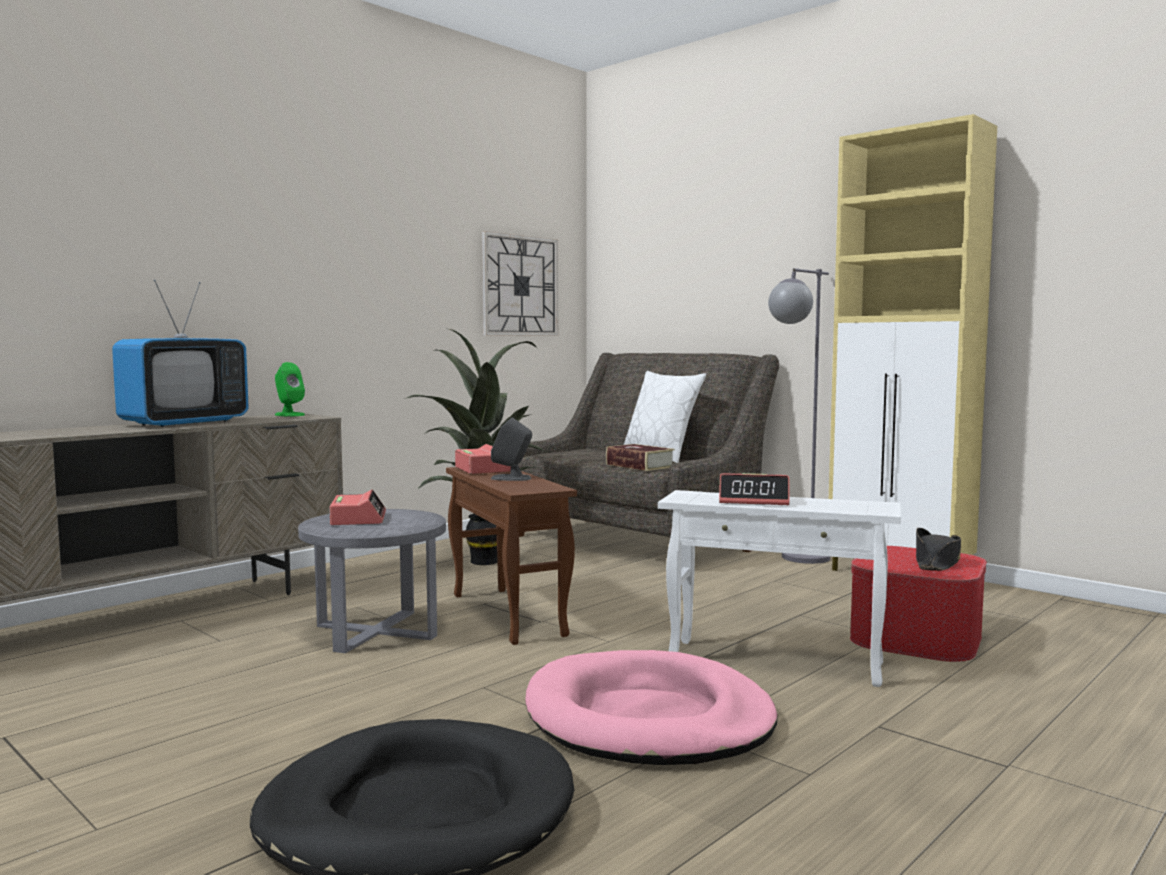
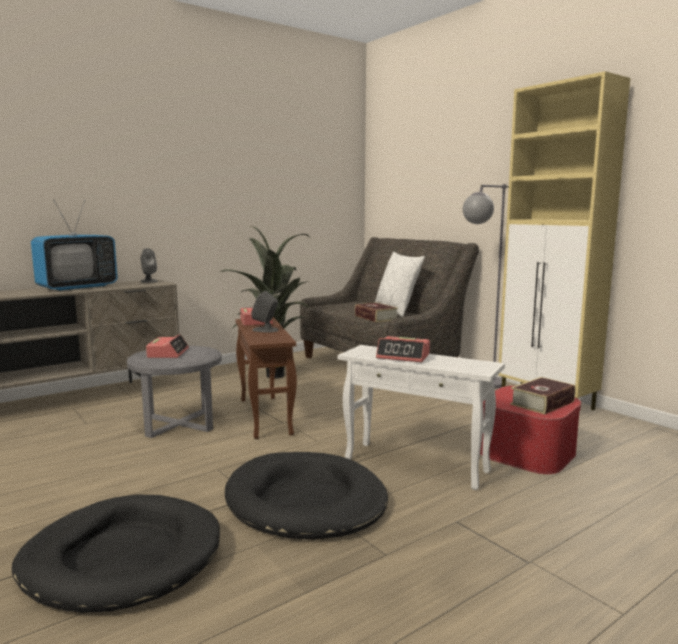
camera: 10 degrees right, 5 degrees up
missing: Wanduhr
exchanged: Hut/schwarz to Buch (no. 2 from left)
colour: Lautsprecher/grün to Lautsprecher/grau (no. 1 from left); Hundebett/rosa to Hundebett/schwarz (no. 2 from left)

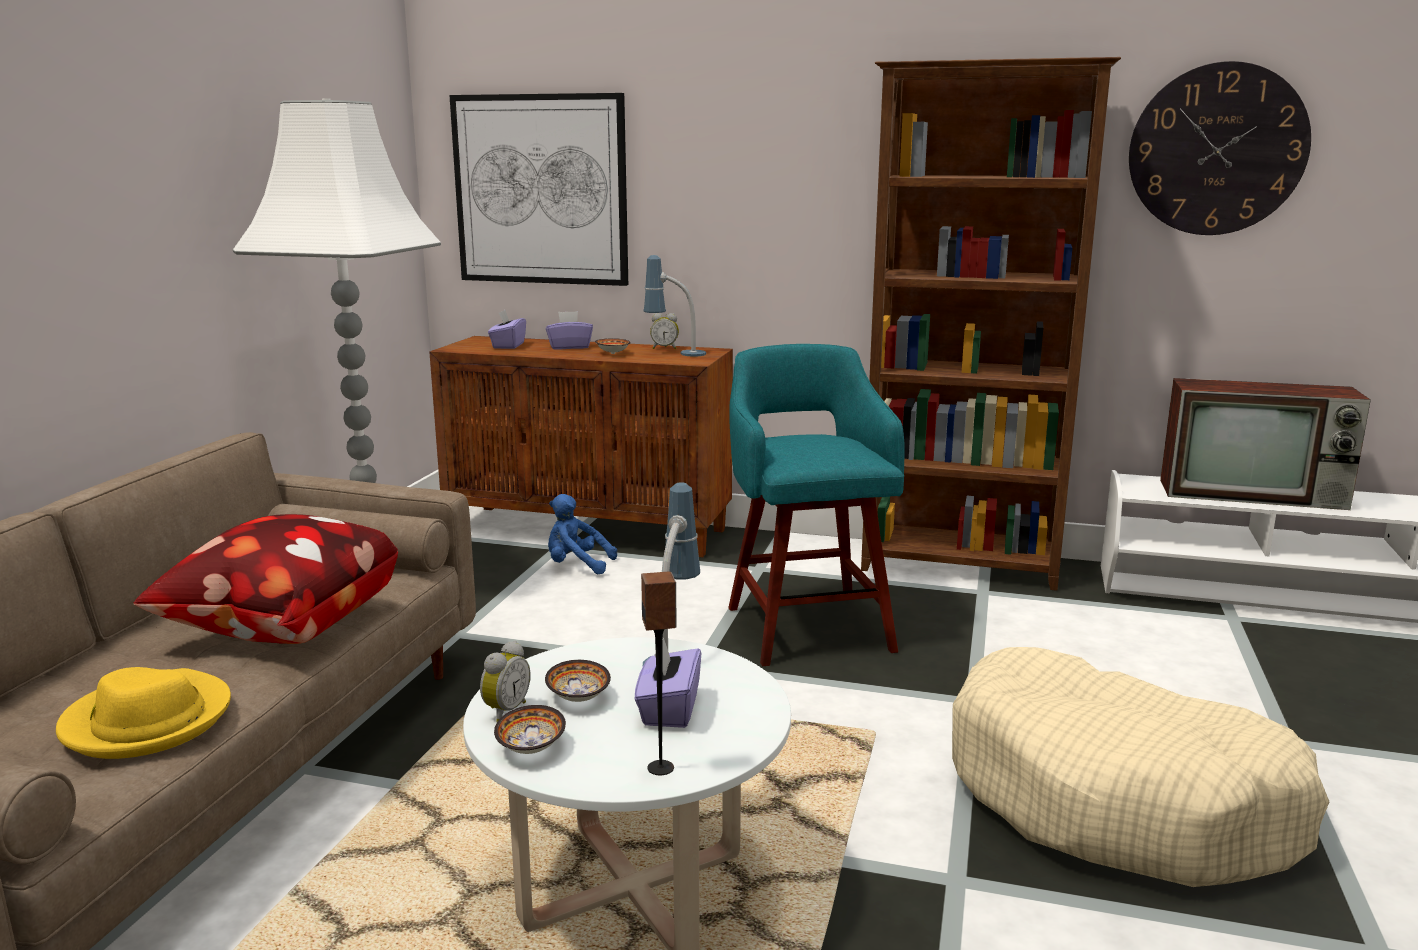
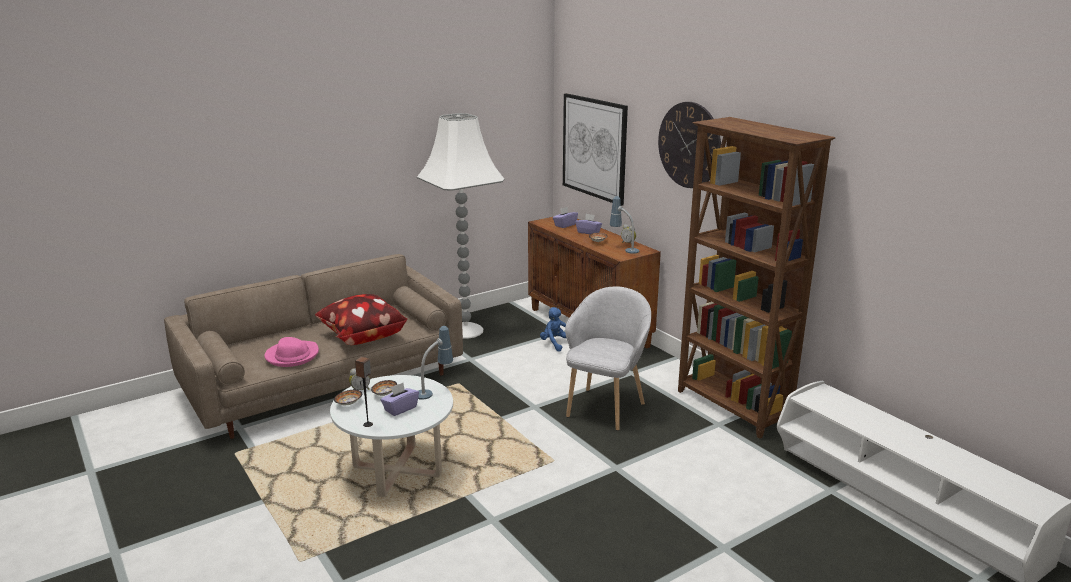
camera: 40 degrees right, 5 degrees up
missing: Hundebett/beige; Fernseher
relocated: Wanduhr
exchanged: Hocker/türkis to Sessel/grau
colour: Hut/gelb to Hut/rosa

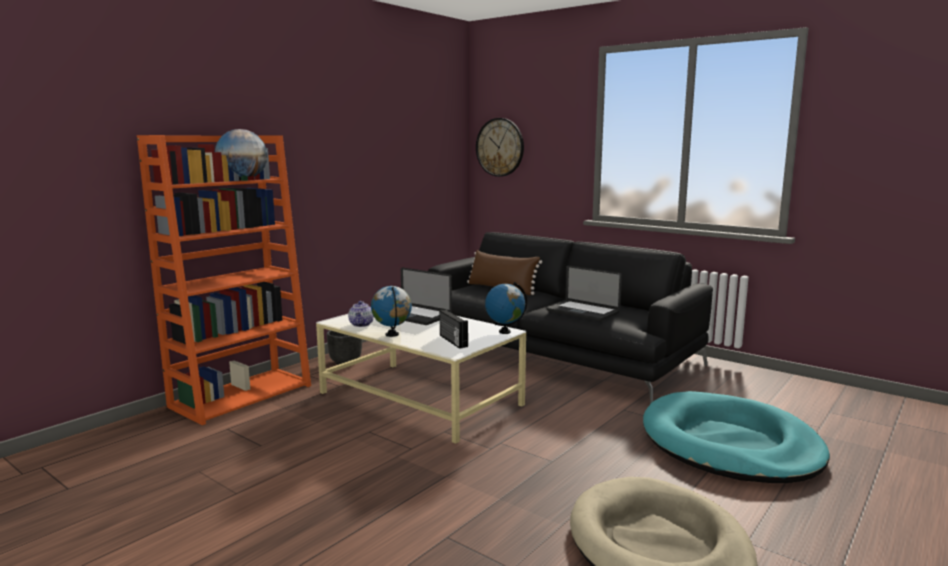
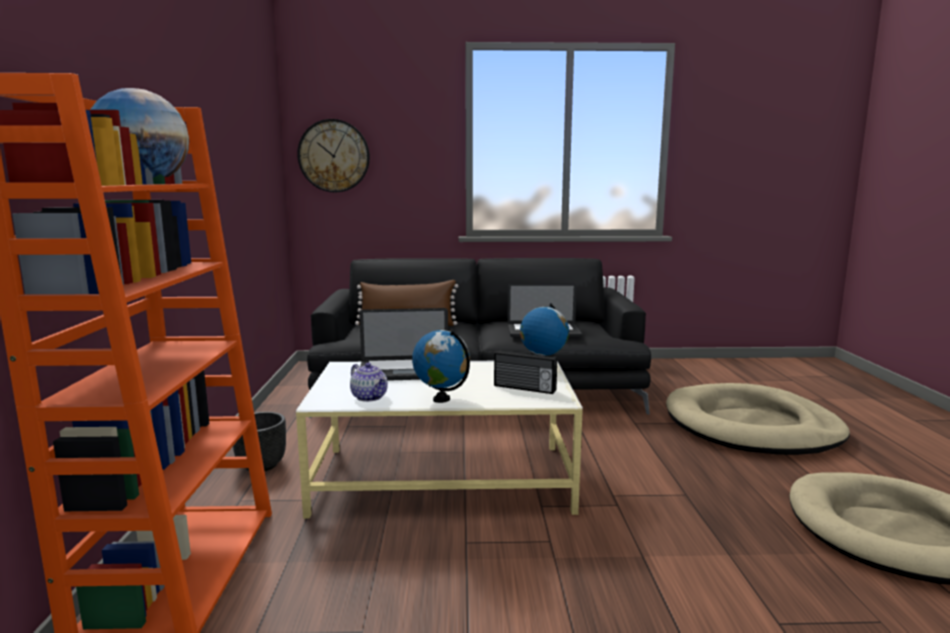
camera: 40 degrees left, 0 degrees up
colour: Hundebett/türkis to Hundebett/beige (no. 1 from left)

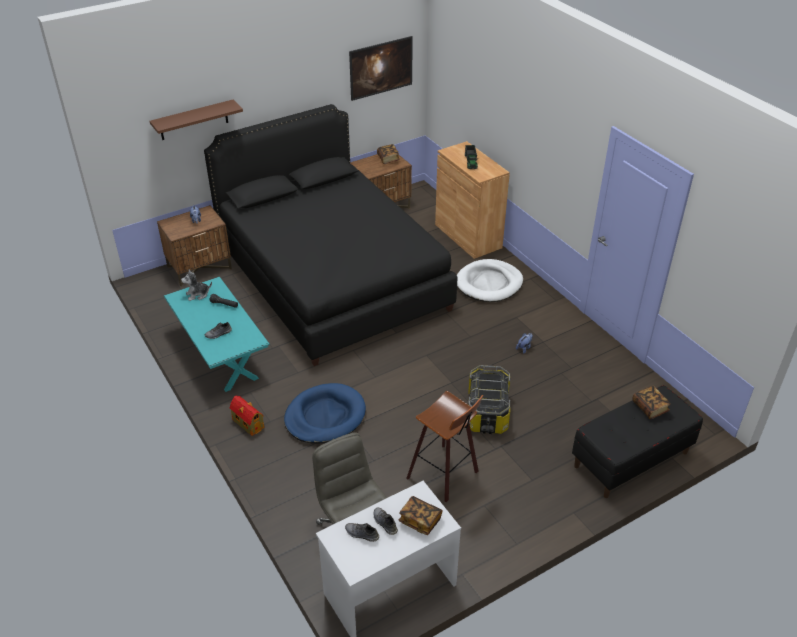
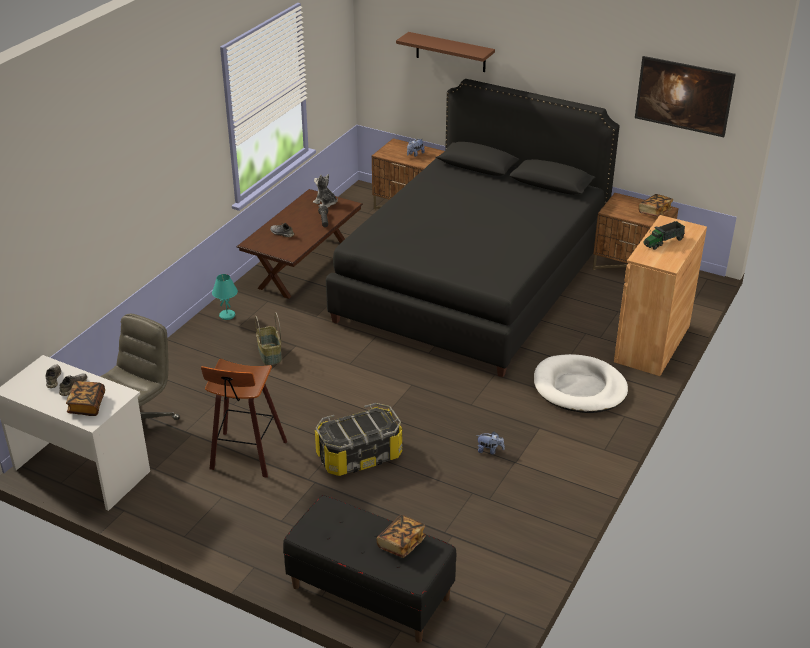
camera: 60 degrees right, 5 degrees down
exchanged: Spielzeughaus to Tischlampe/türkis; Hundebett/blau to Korb
colour: Couchtisch/türkis to Couchtisch/braun

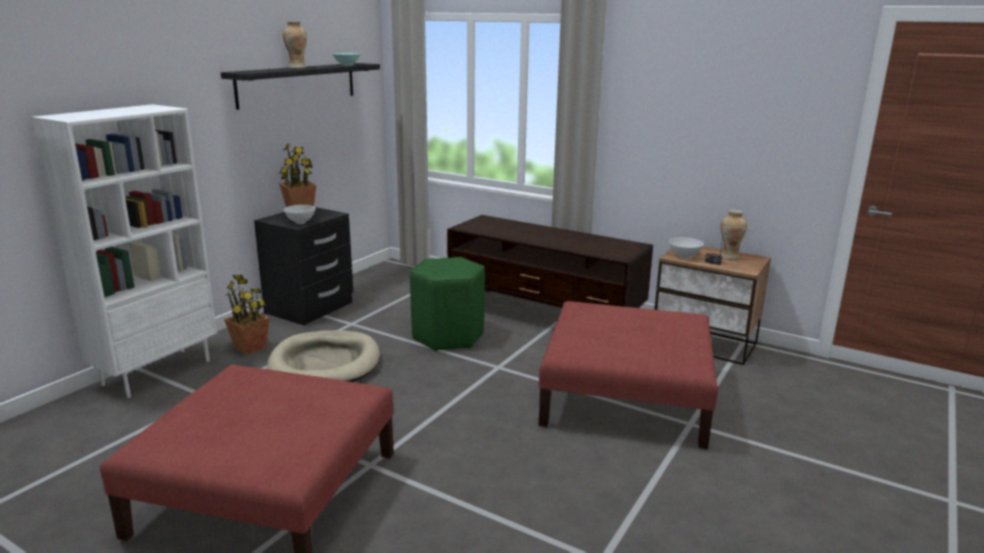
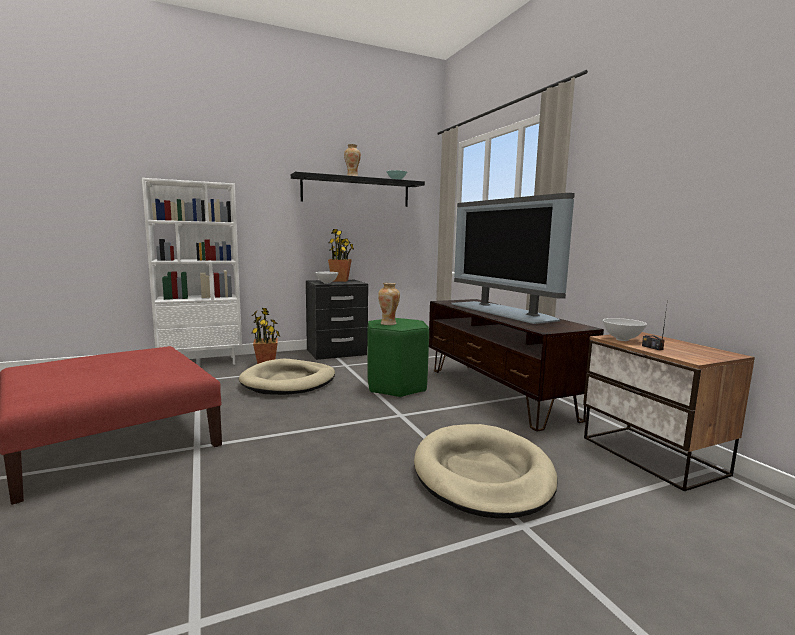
camera: 35 degrees right, 10 degrees down
appeared: Fernseher
relocated: Vase (no. 2 from left)
exchanged: Polsterhocker/rot (no. 2 from left) to Hundebett/beige (no. 2 from left)

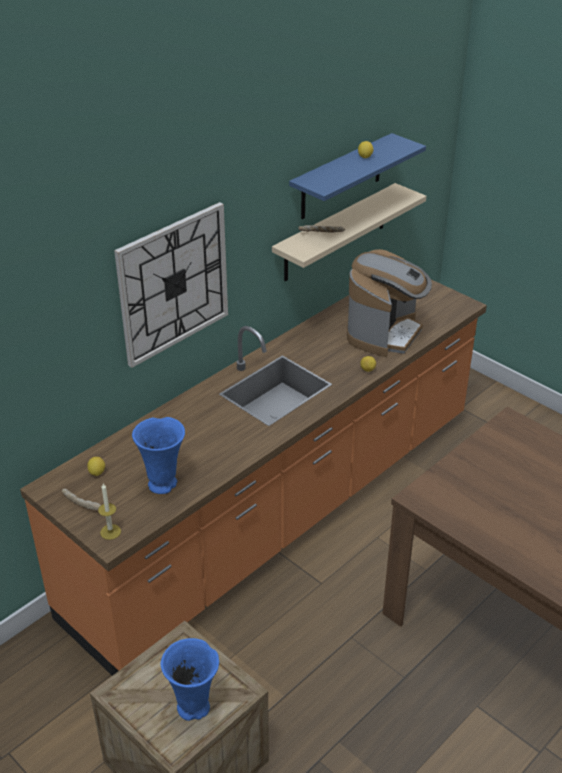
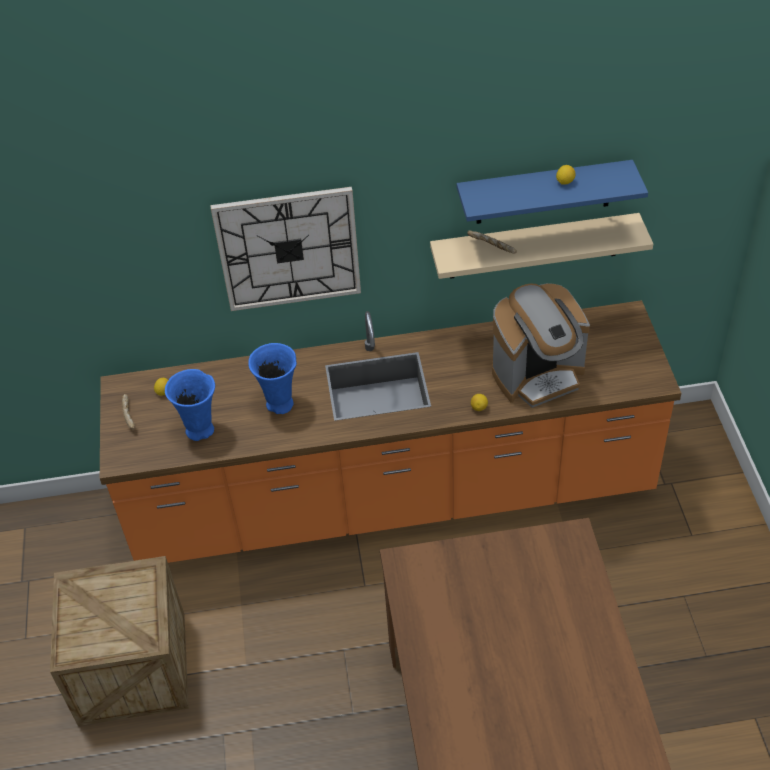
camera: 40 degrees right, 10 degrees up
missing: Kerze
relocated: Vase/blau (no. 2 from left)

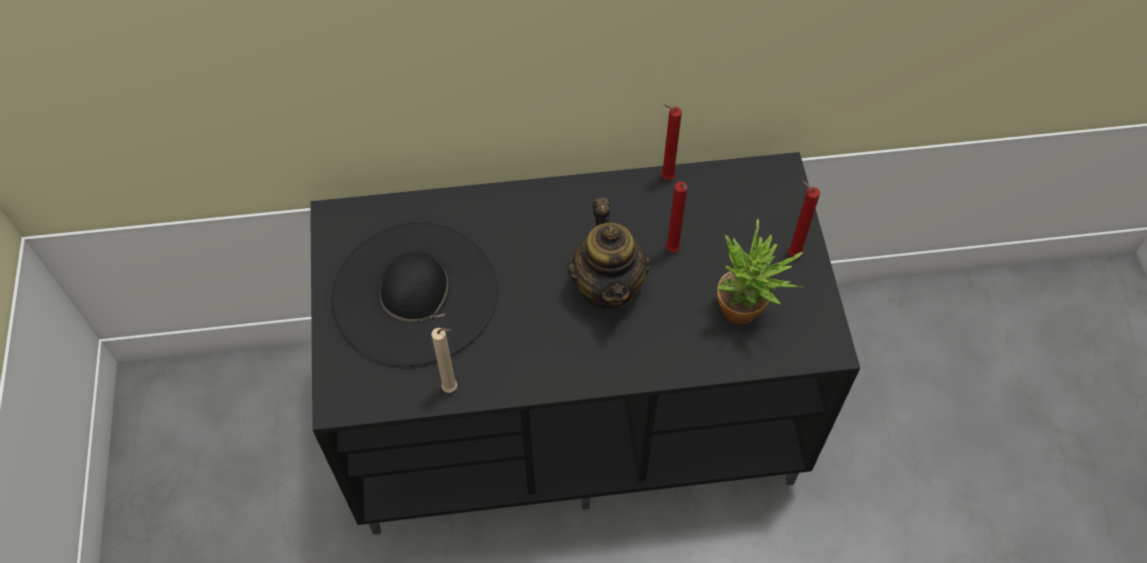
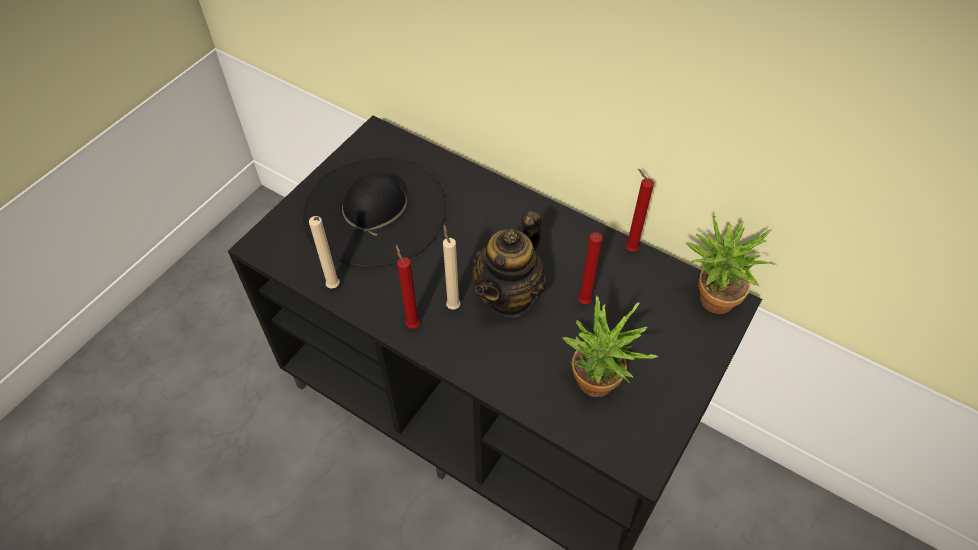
camera: 40 degrees right, 5 degrees down
appeared: Kerze/beige (no. 2 from left); Topfpflanze (no. 2 from left)
relocated: Kerze/rot (no. 3 from left in the first image) to Kerze/rot (no. 1 from left)

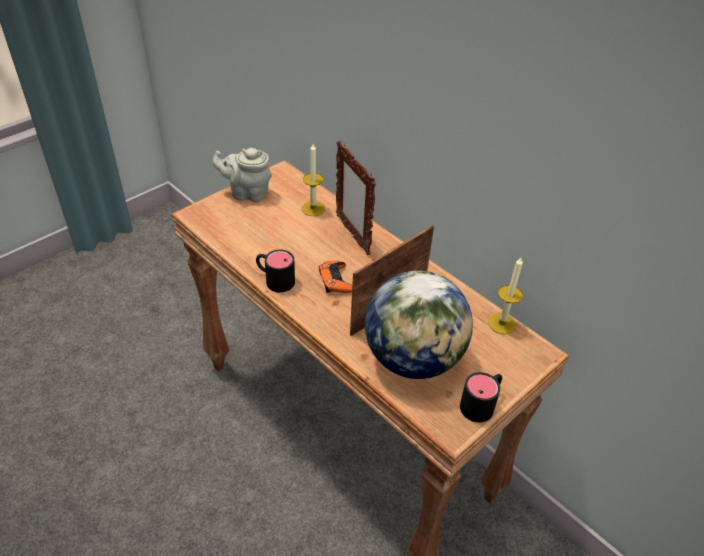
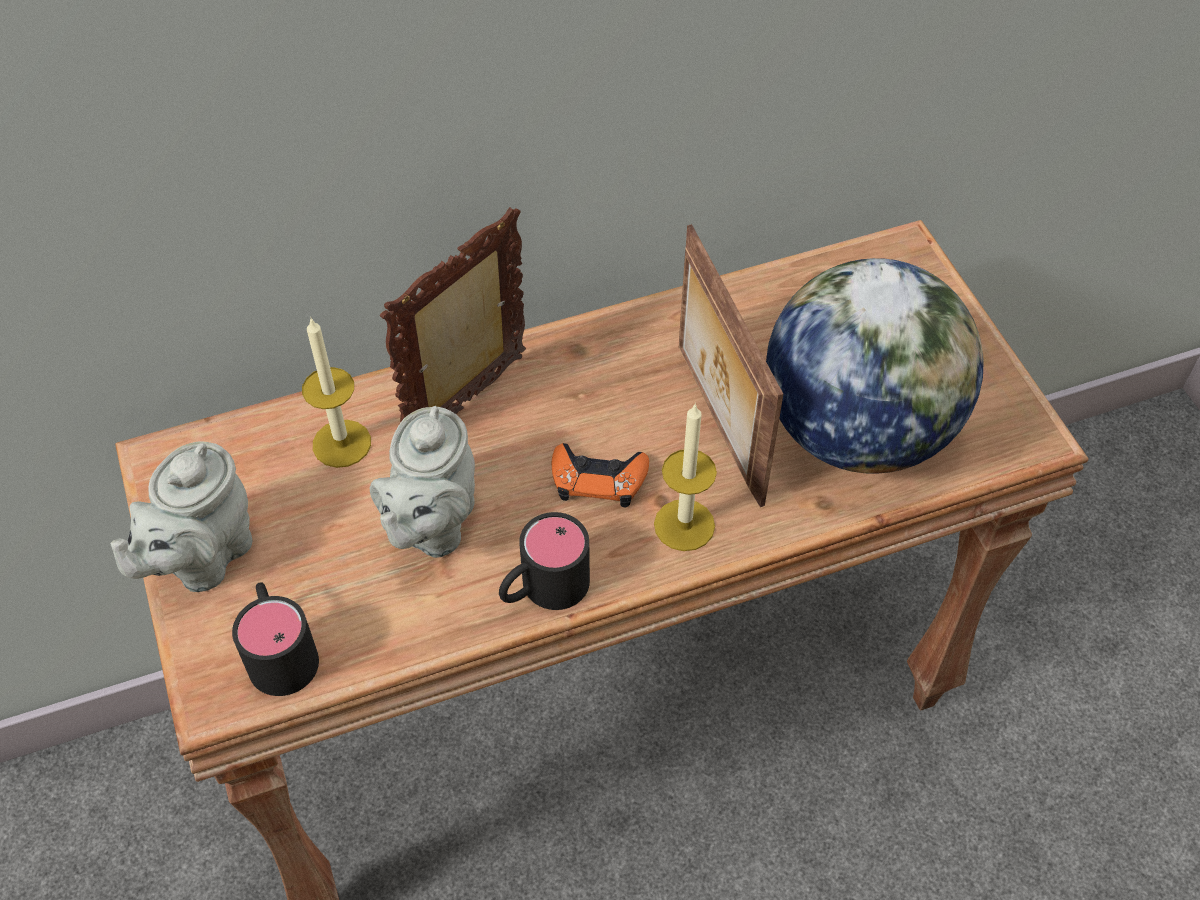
camera: 65 degrees left, 10 degrees up
appeared: Teekanne/grau (no. 2 from left)
relocated: Henkelbecher/schwarz (no. 2 from left in the first image) to Henkelbecher/schwarz (no. 1 from left); Kerze (no. 2 from left)
spun: Bilderrahmen (no. 1 from left) 135 degrees clockwise

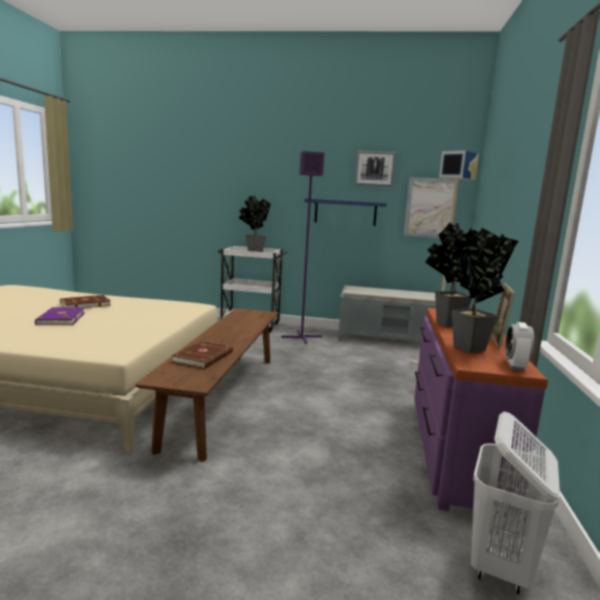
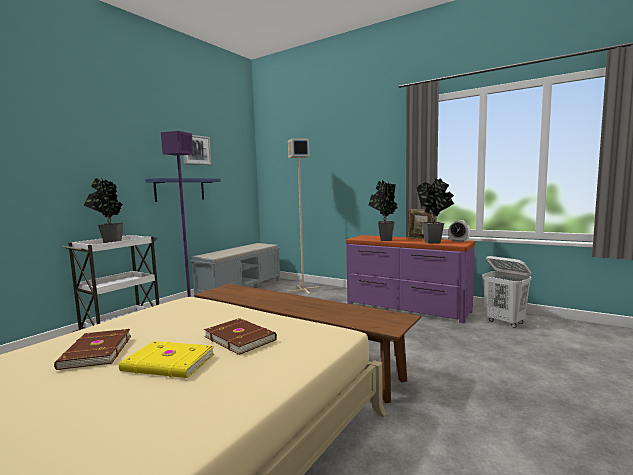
camera: 65 degrees left, 5 degrees down
missing: Bild (no. 2 from left)
relocated: Buch/braun (no. 2 from left)
colour: Buch/lila to Buch/gelb

